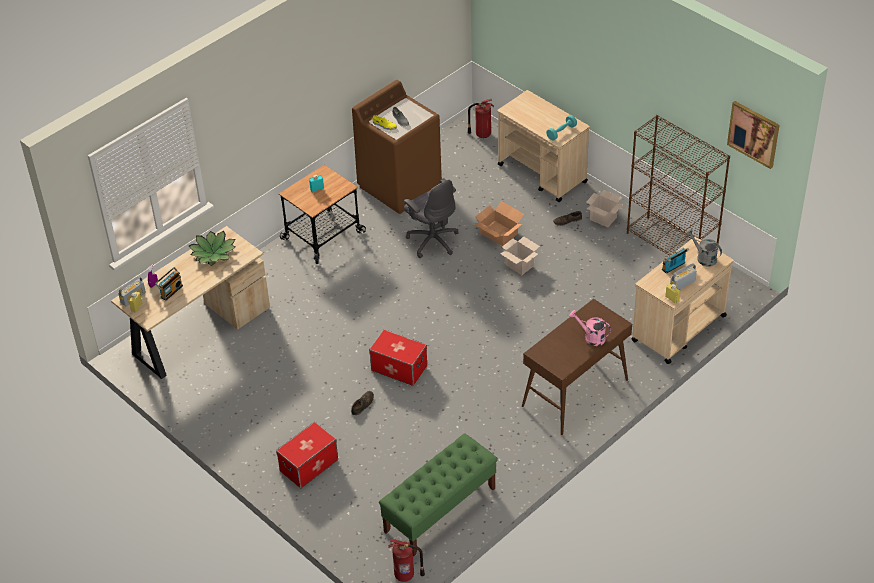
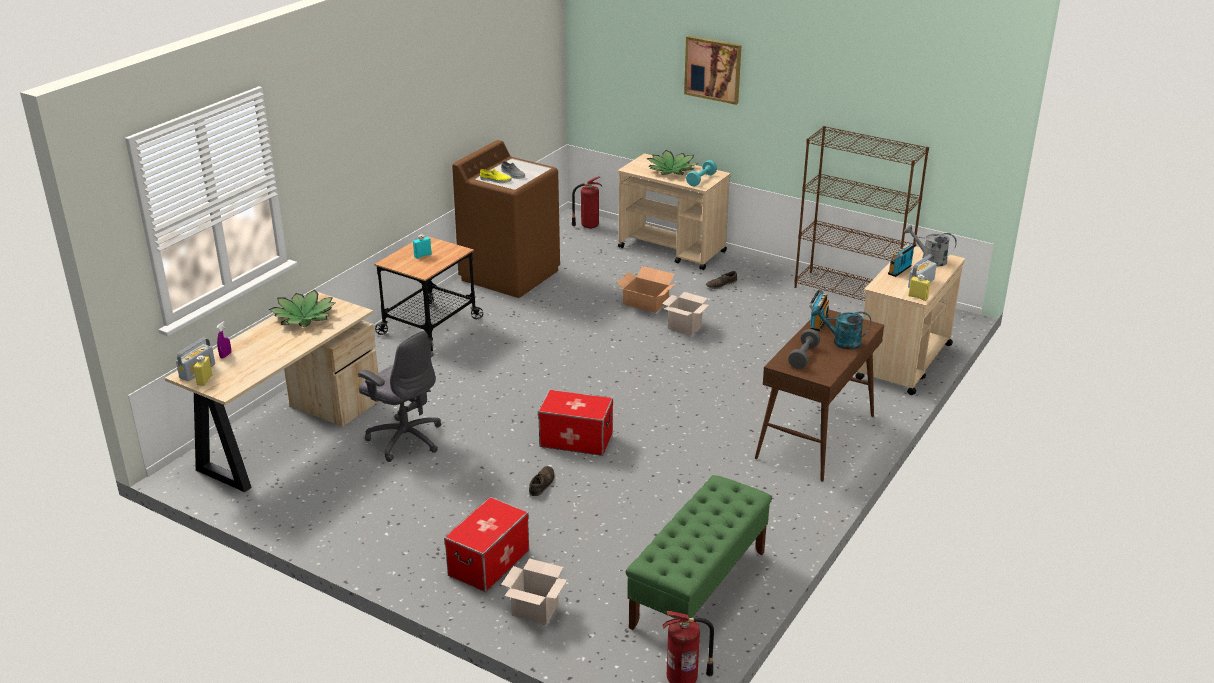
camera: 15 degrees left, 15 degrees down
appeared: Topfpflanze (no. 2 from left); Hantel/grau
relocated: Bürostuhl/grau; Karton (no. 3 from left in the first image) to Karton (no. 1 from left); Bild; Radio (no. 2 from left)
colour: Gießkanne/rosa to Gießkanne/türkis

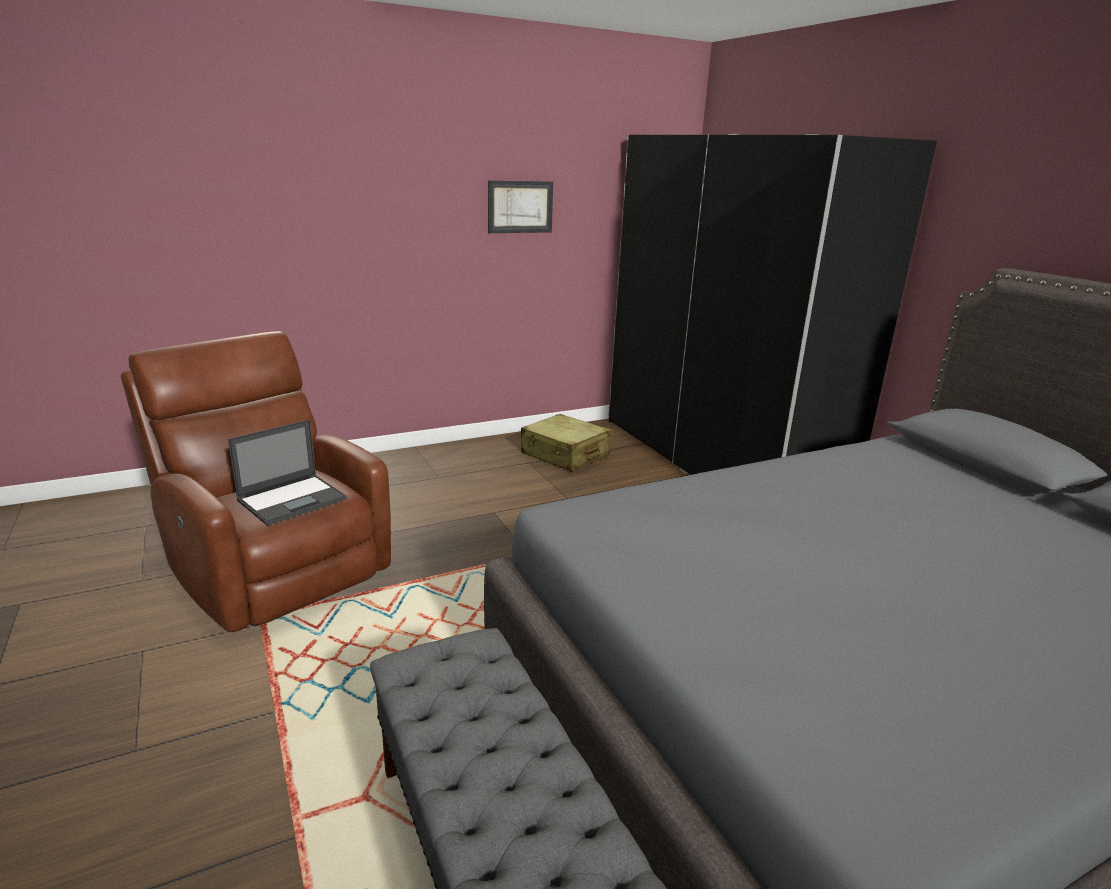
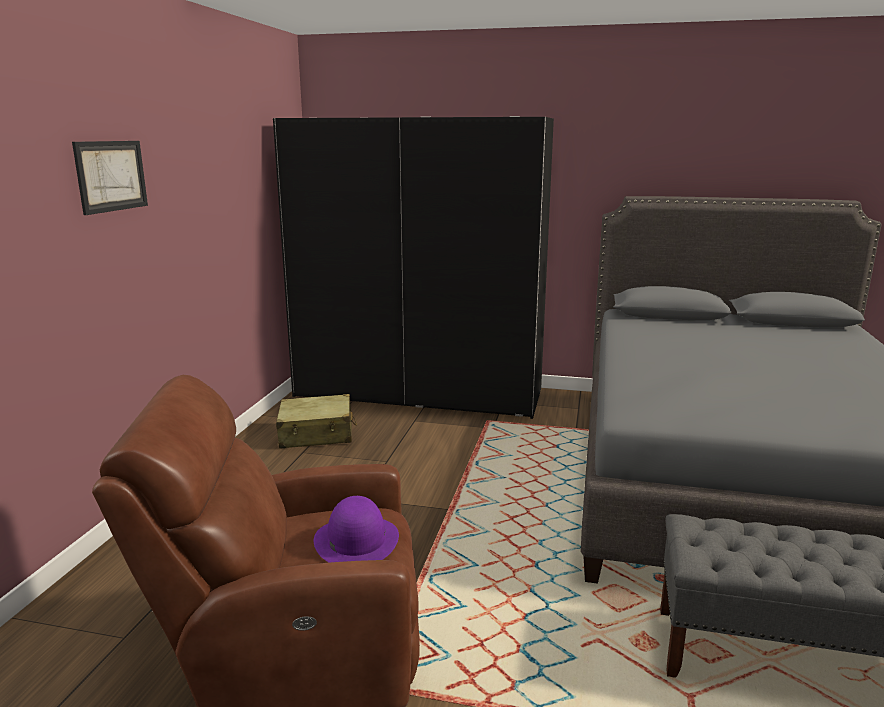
camera: 50 degrees left, 5 degrees down
relocated: Bild
exchanged: Laptop to Hut/lila

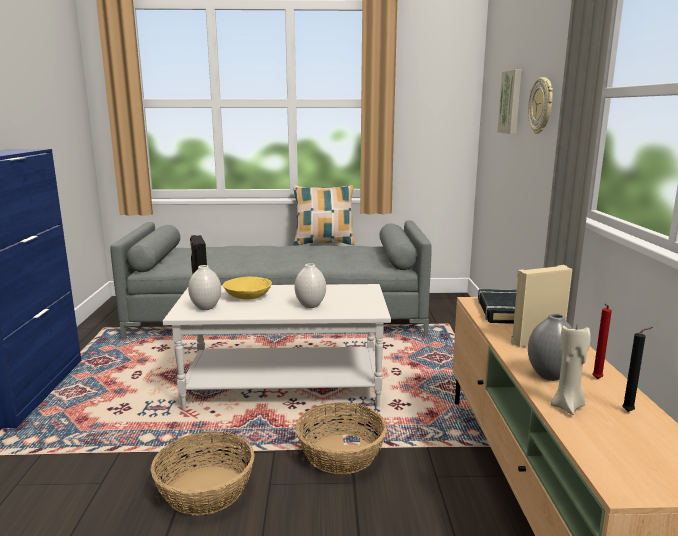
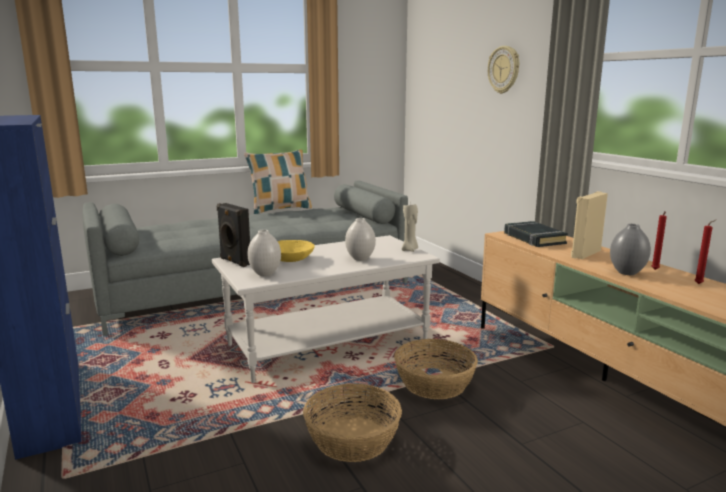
camera: 25 degrees left, 0 degrees up
missing: Bild
relocated: Kerze/beige
colour: Kerze/schwarz to Kerze/rot (no. 2 from left)

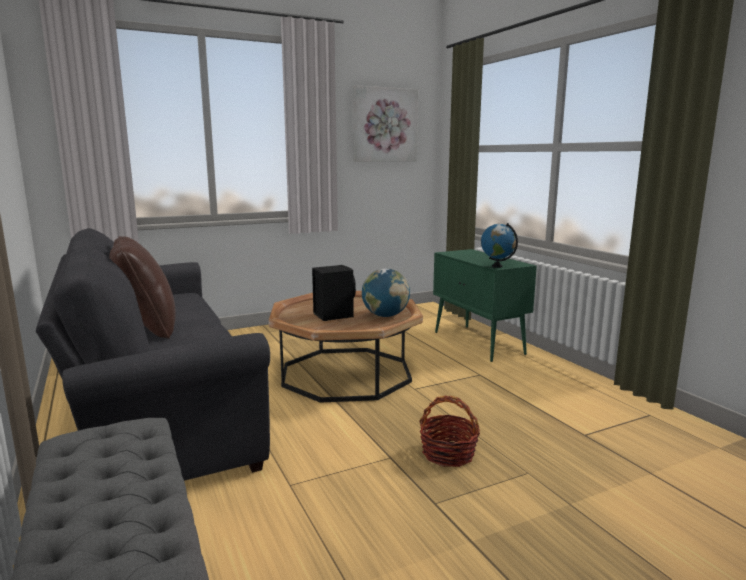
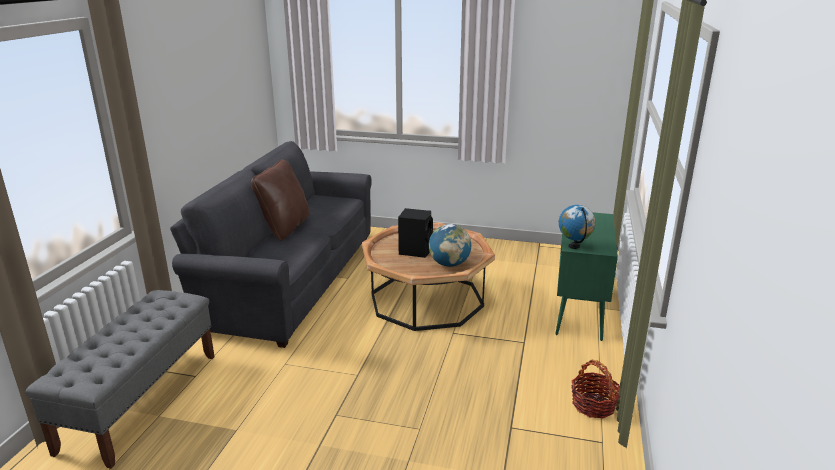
camera: 40 degrees right, 10 degrees up
missing: Bild
relocated: Korb

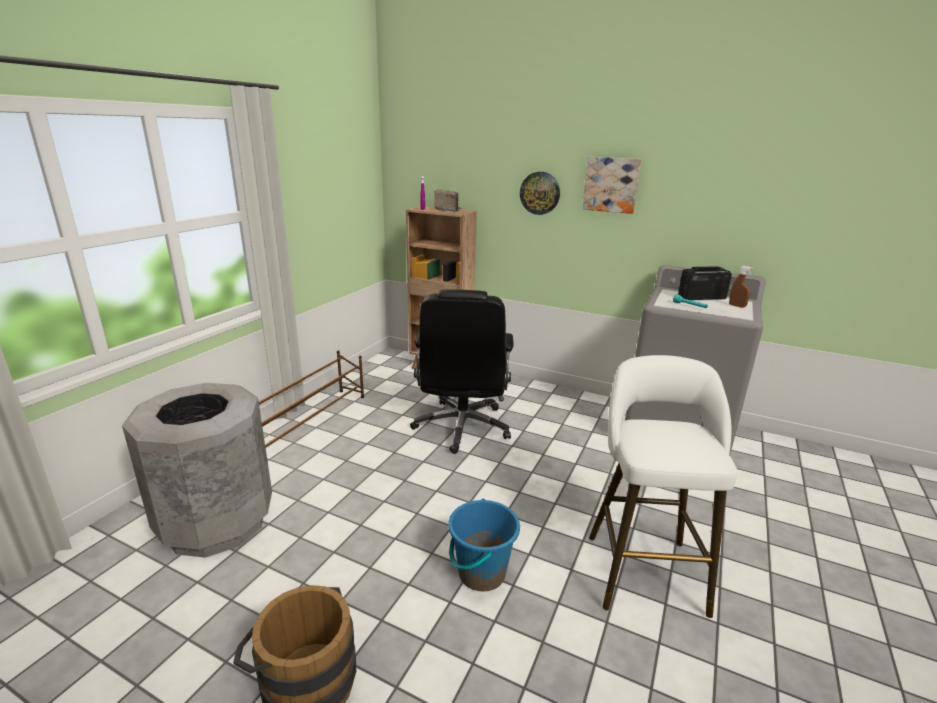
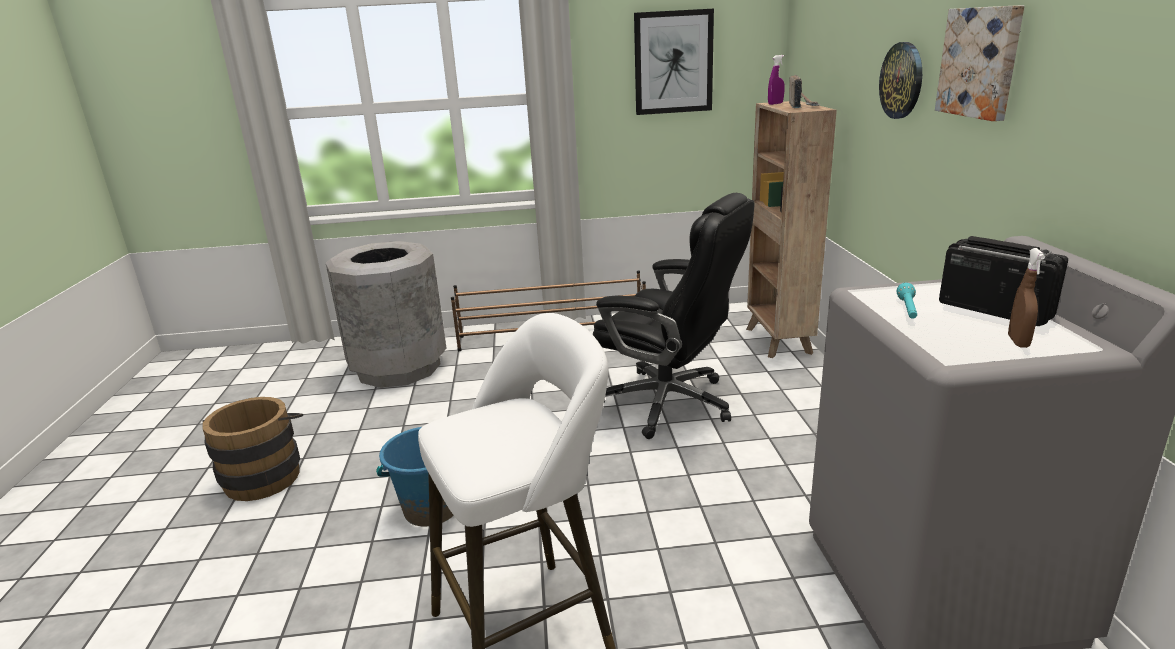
camera: 60 degrees right, 0 degrees up
appeared: Bild (no. 1 from left)
spun: Bürostuhl/schwarz 120 degrees counterclockwise

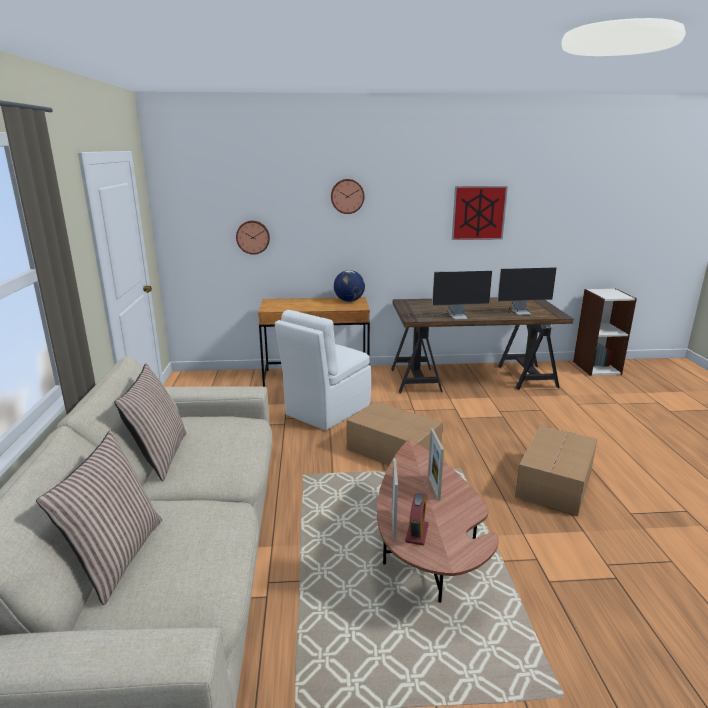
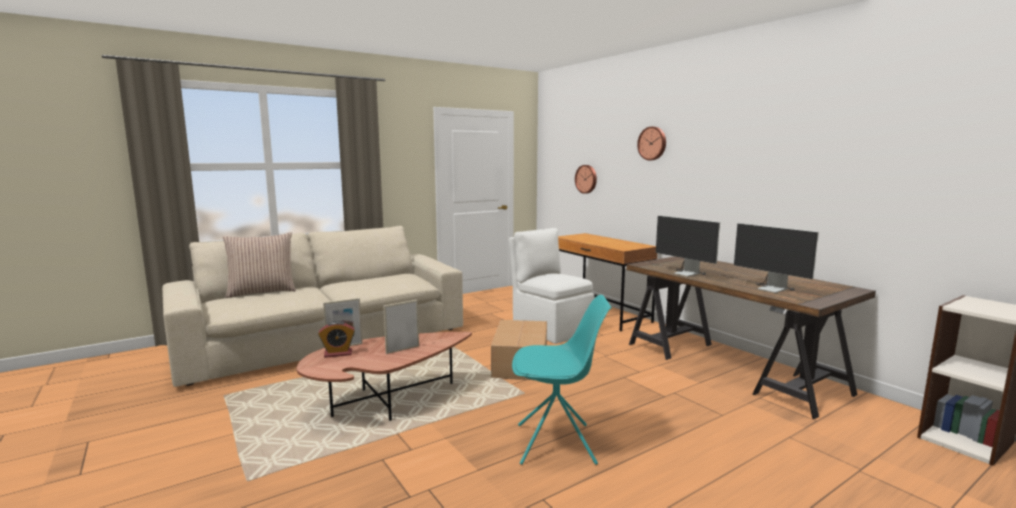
camera: 60 degrees right, 10 degrees down
missing: Kissen (no. 2 from left); Globus; Bild
exchanged: Karton (no. 2 from left) to Stuhl/türkis
spun: Stuhl/weiß 45 degrees clockwise

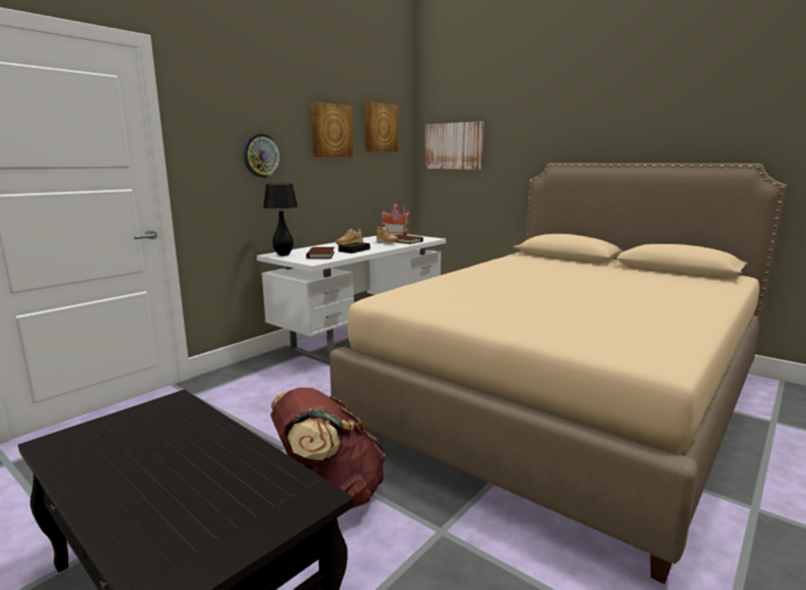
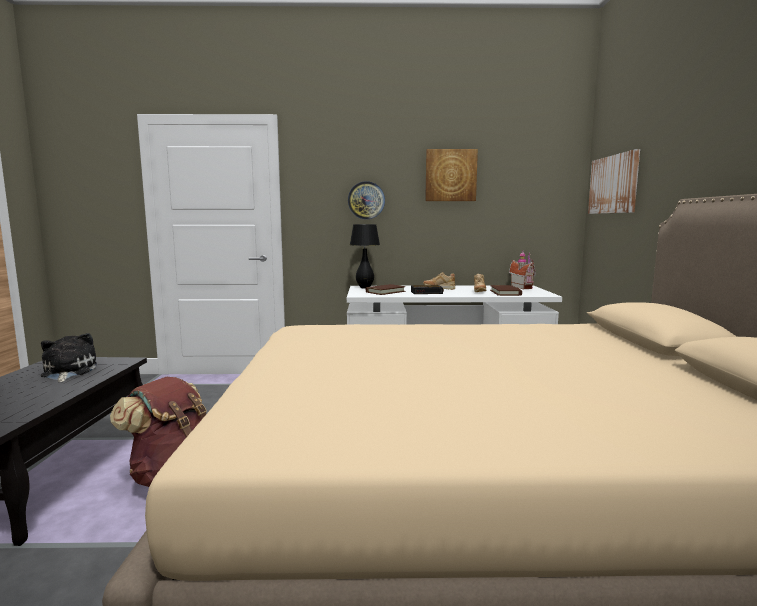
camera: 50 degrees right, 5 degrees down
missing: Bild (no. 2 from left)
appeared: Plüschtier

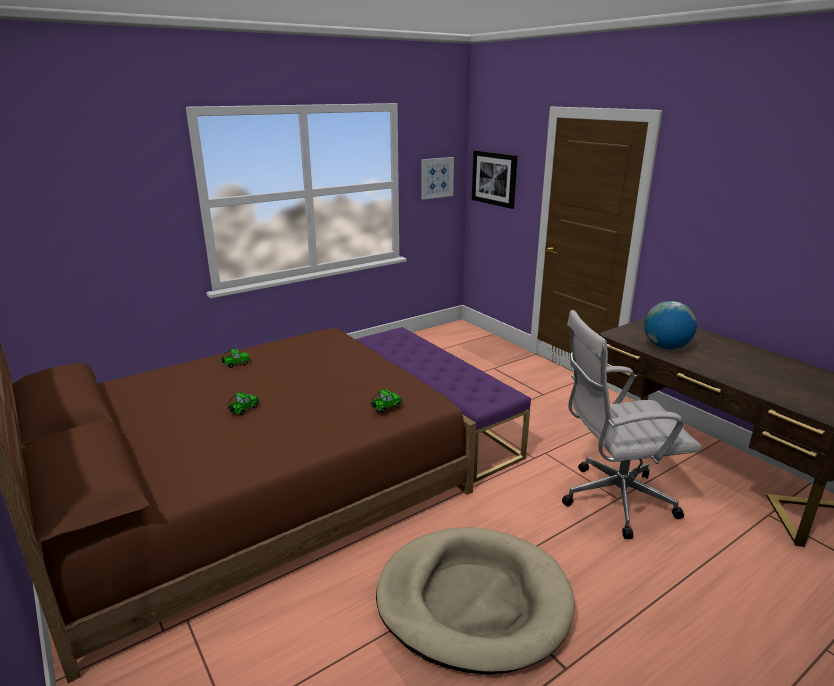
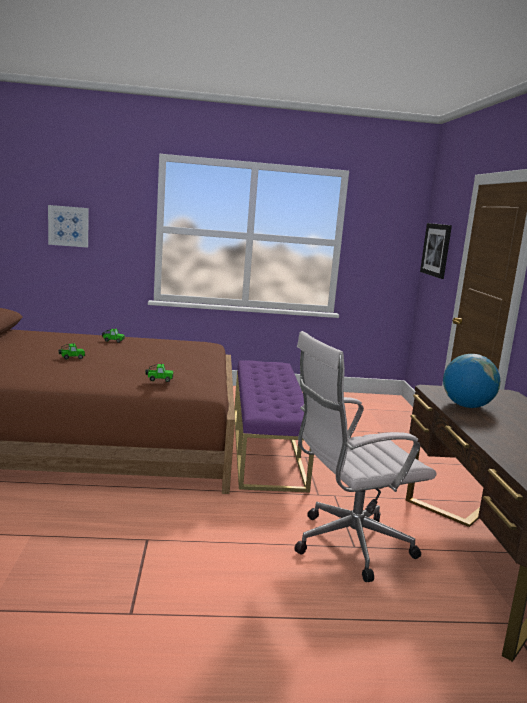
camera: 30 degrees right, 10 degrees down
missing: Hundebett/beige
relocated: Bild (no. 1 from left)
spun: Bürostuhl/weiß 45 degrees counterclockwise

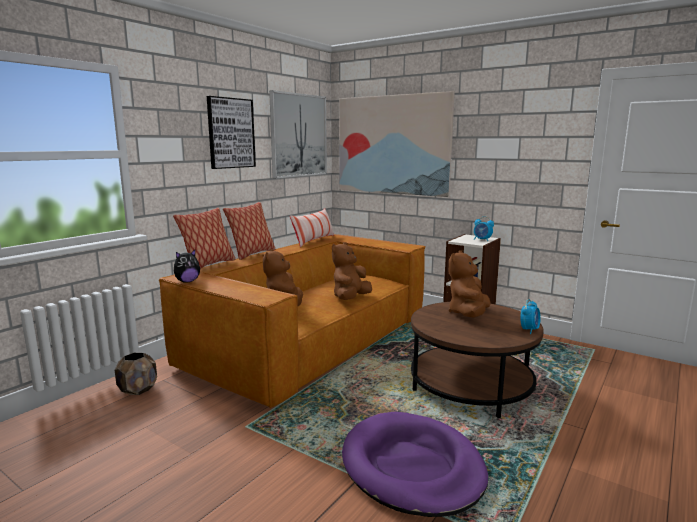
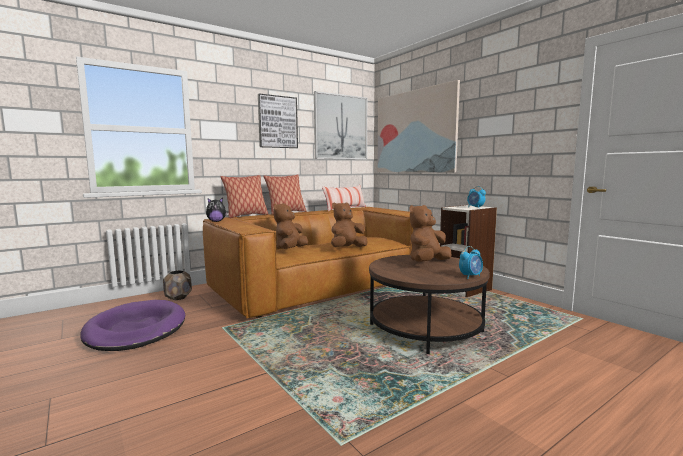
camera: 20 degrees right, 5 degrees down
relocated: Hundebett/lila

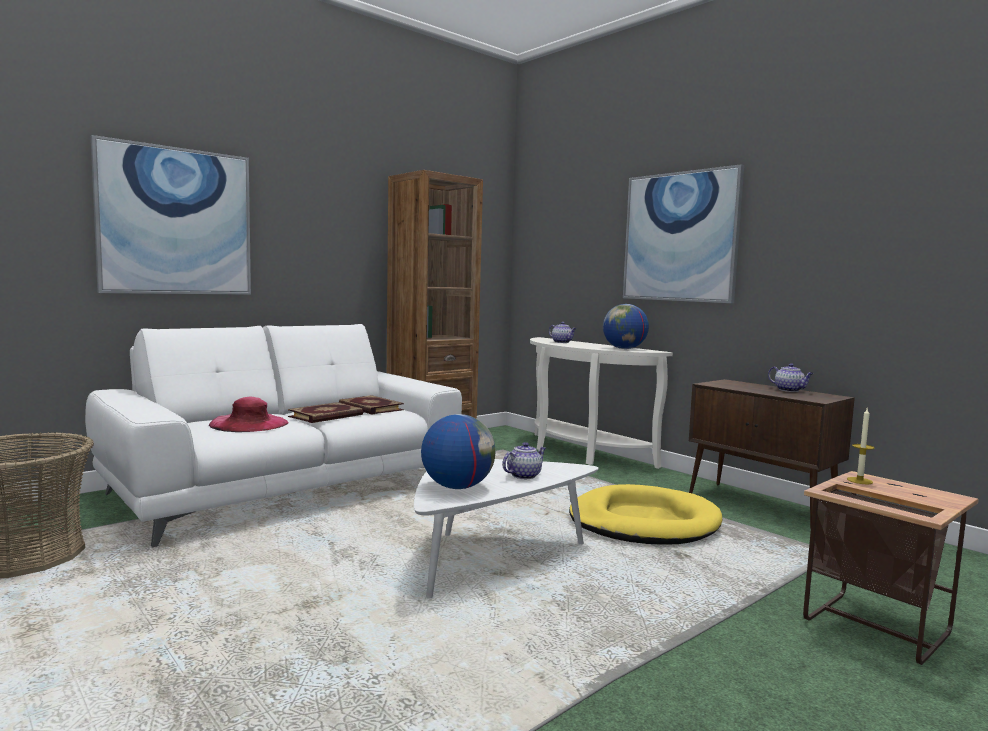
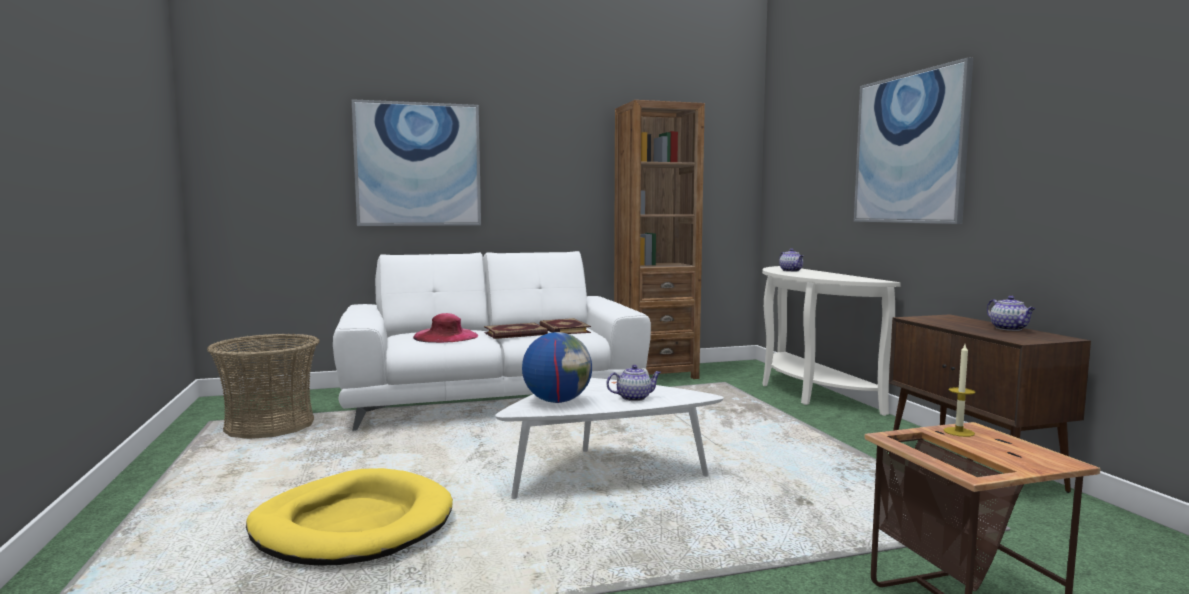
camera: 25 degrees right, 0 degrees up
missing: Globus (no. 2 from left)
relocated: Hundebett/gelb

